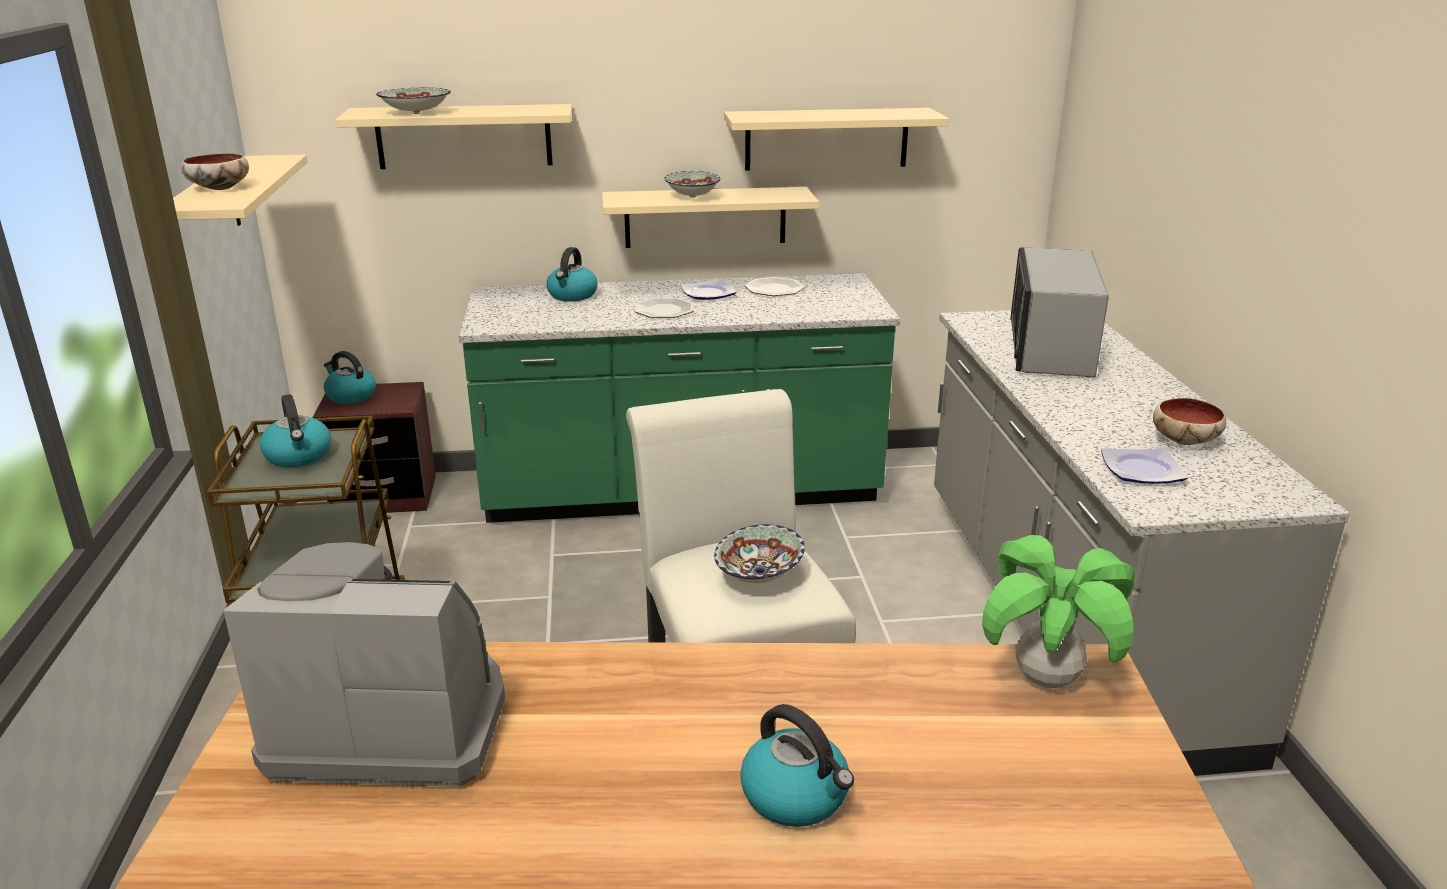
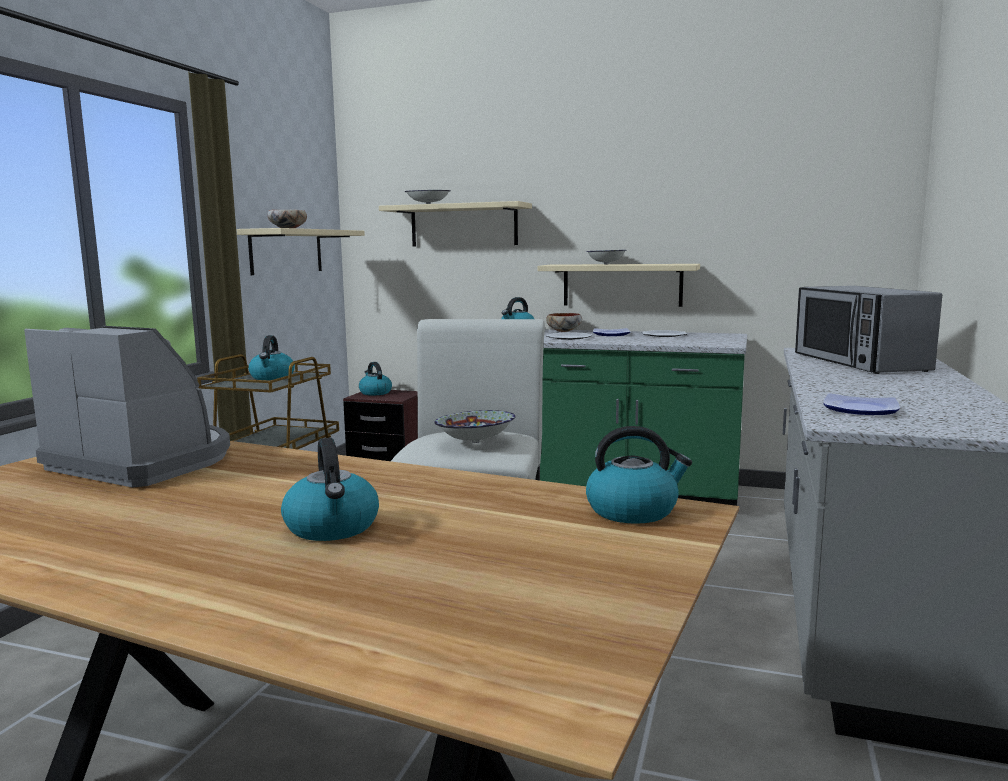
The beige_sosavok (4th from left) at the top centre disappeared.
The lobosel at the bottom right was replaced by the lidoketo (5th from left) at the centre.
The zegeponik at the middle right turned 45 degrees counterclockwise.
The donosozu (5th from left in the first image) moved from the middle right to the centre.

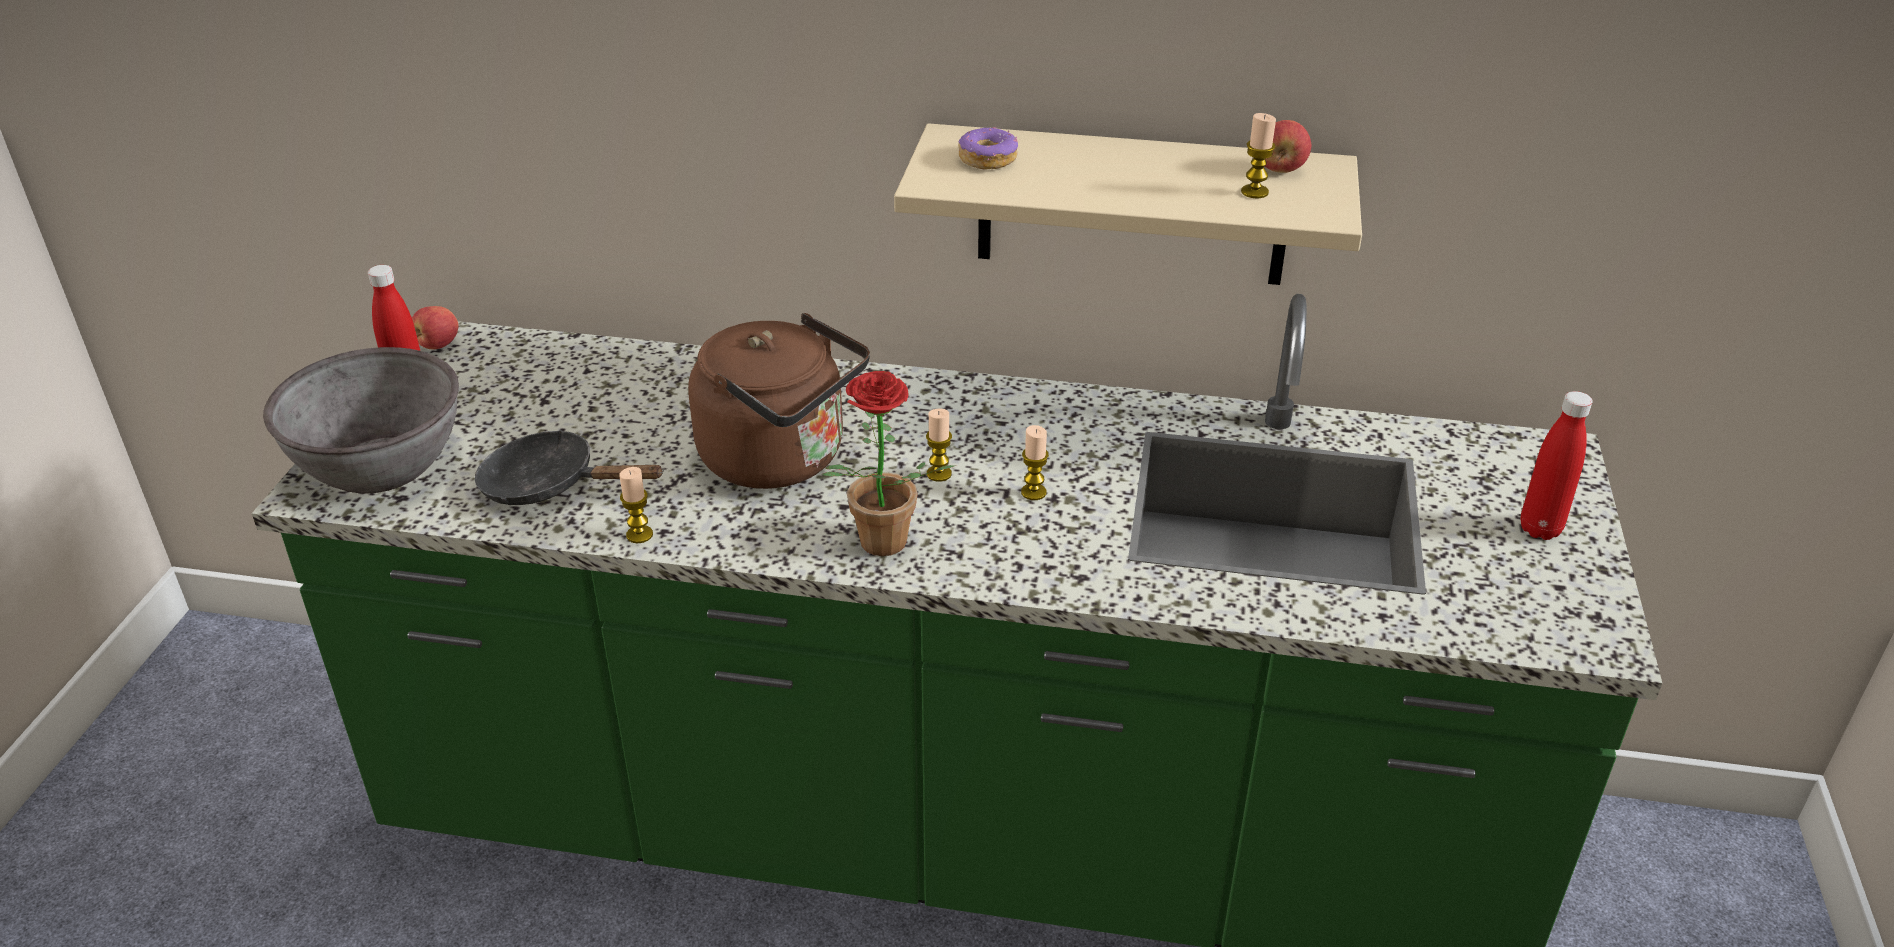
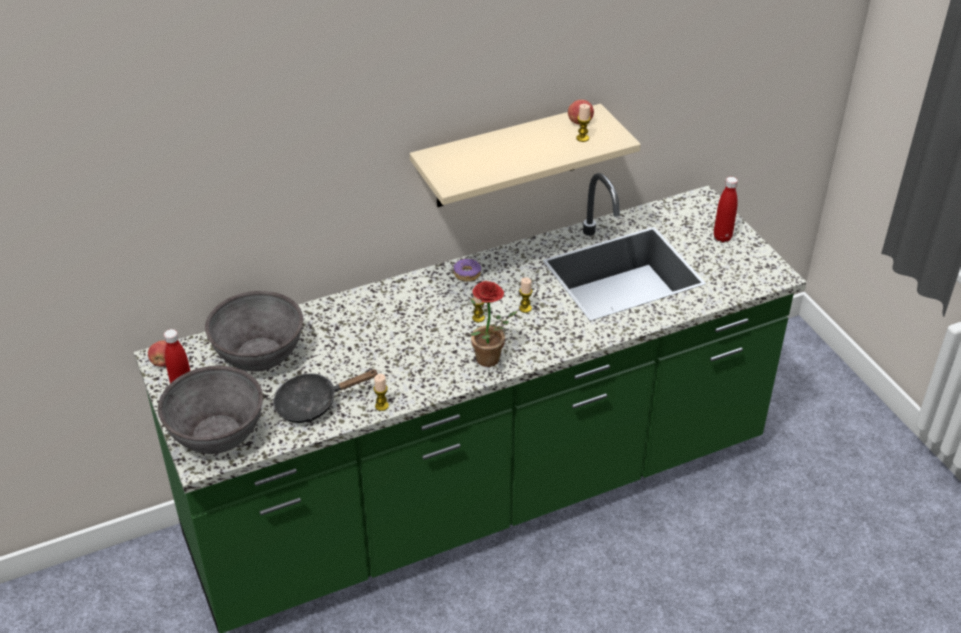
The brown_lidoketo at the centre disappeared.
The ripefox moved from the top centre to the centre.
The grey_donosozu (2nd from left) at the middle left appeared.

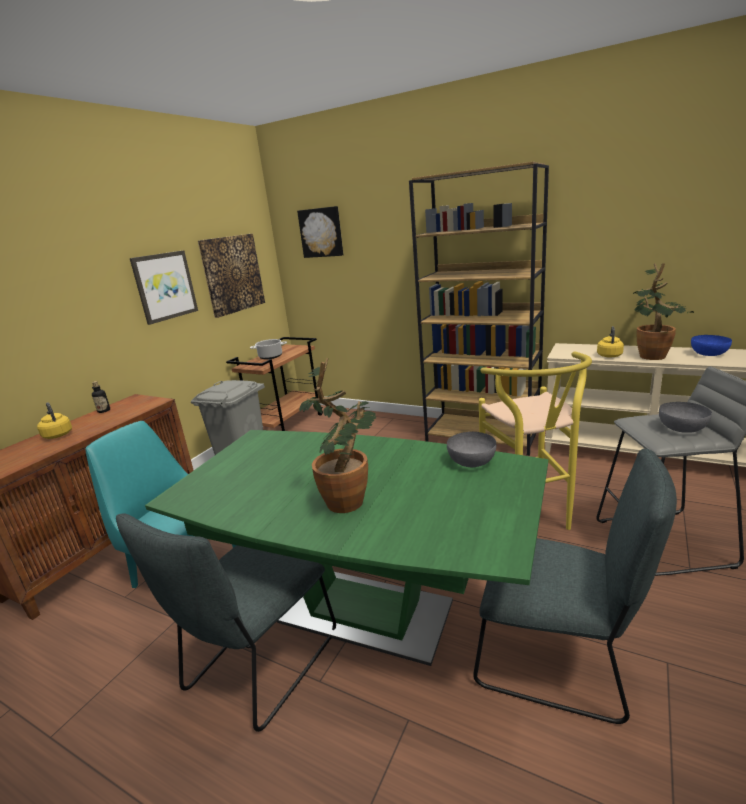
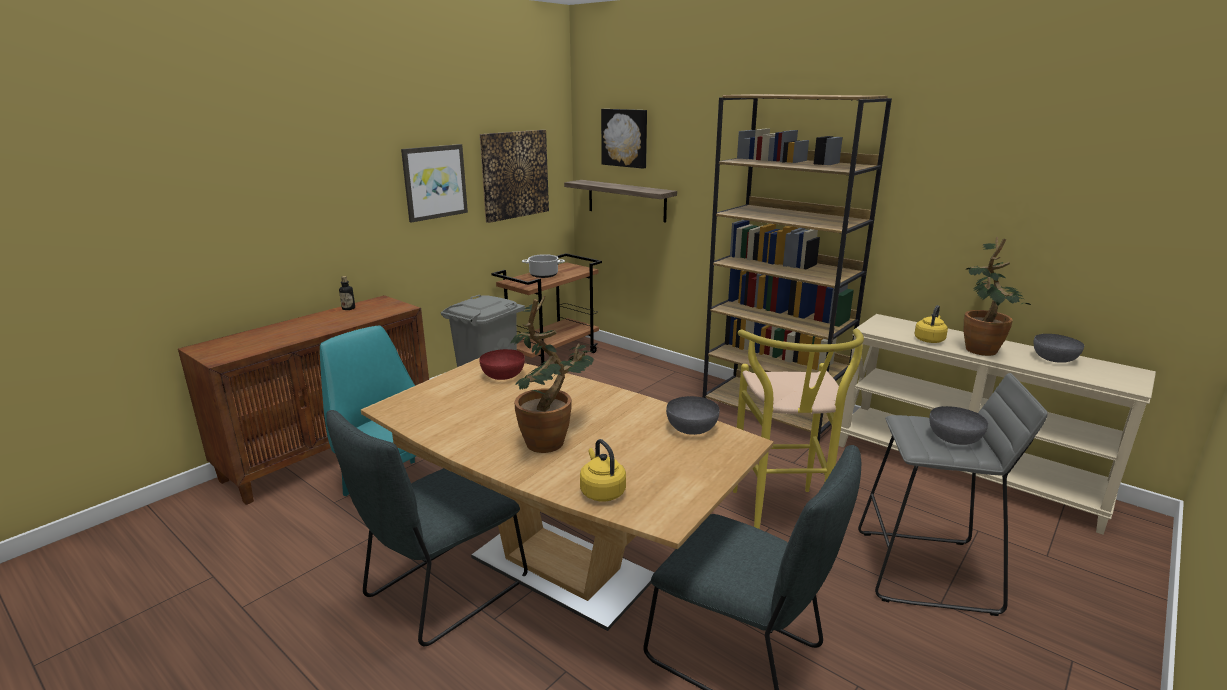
The yellow_lidoketo (1st from left) moved from the middle left to the bottom centre.
The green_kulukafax at the bottom centre became the brown_kulukafax at the bottom centre.
The blue_donosozu at the middle right became the grey_donosozu (3rd from left) at the middle right.
The red_donosozu at the centre appeared.
The sosavok at the top centre appeared.

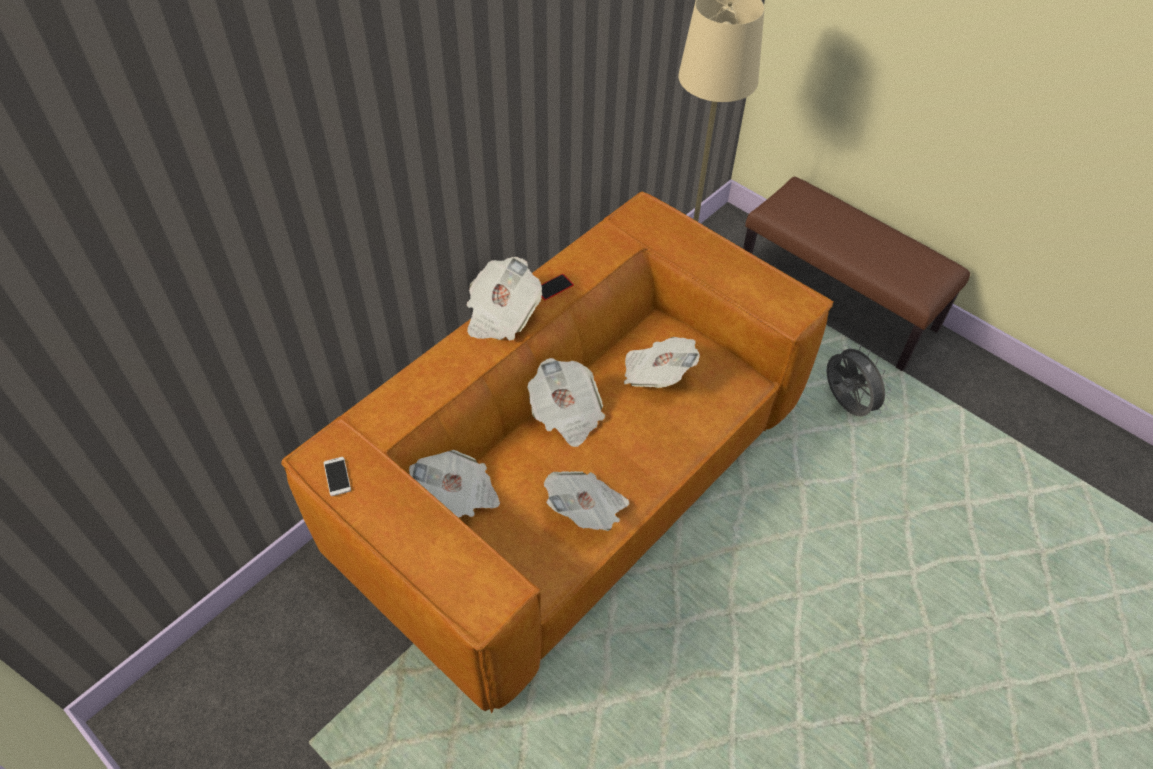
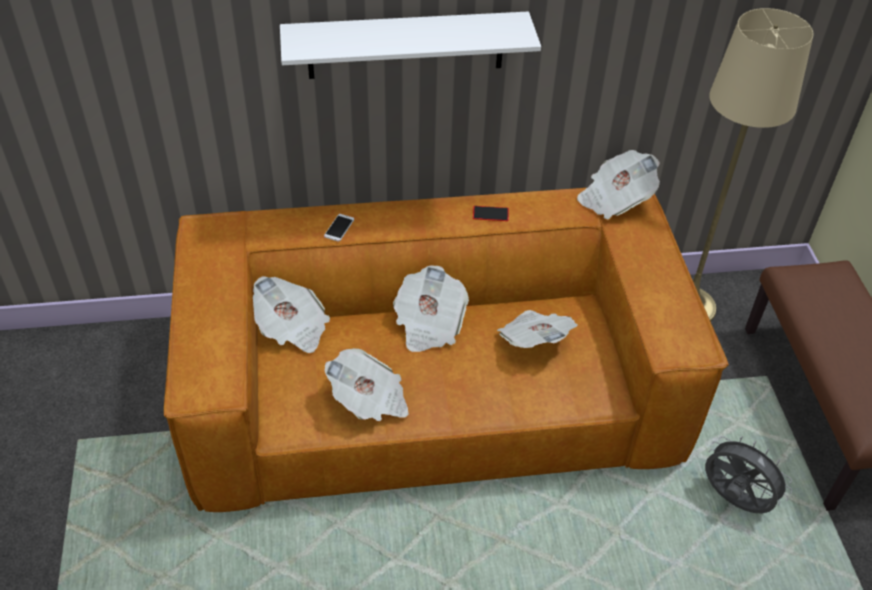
The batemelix (1st from left) moved from the middle left to the centre.
The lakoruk (2nd from left in the first image) moved from the centre to the top right.
The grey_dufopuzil at the middle right turned 60 degrees counterclockwise.
The white_sosavok at the top centre appeared.

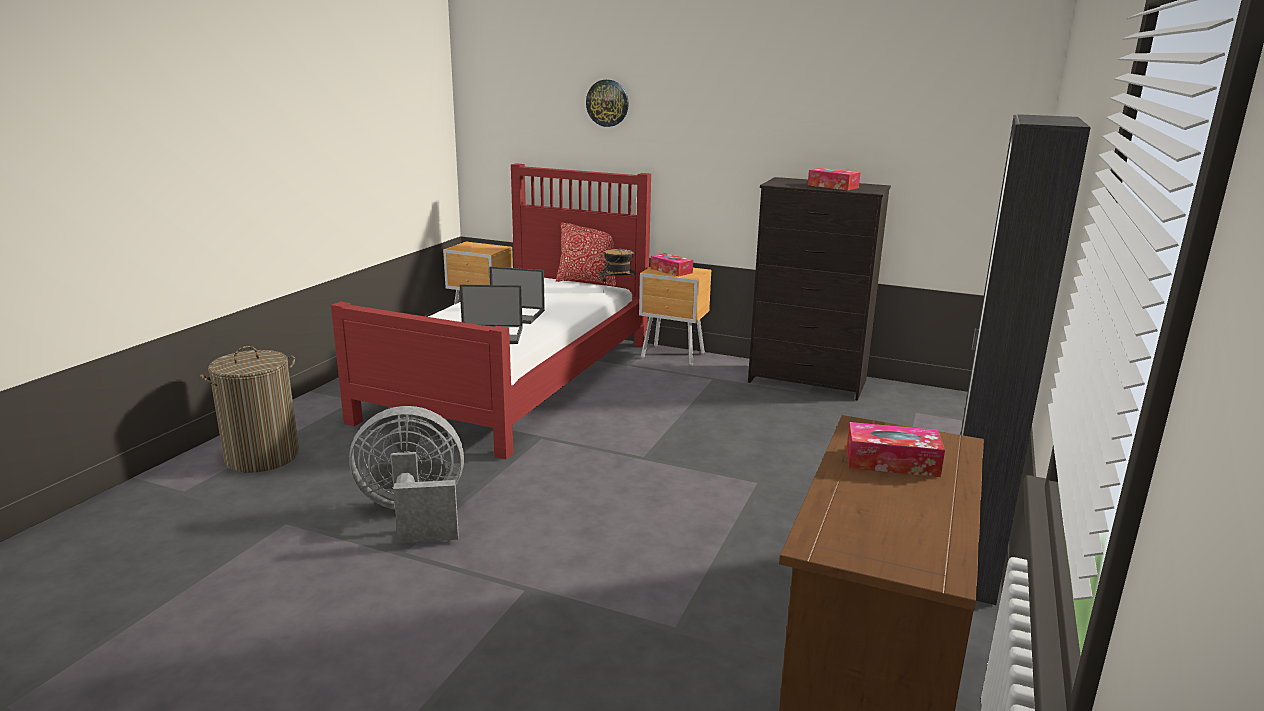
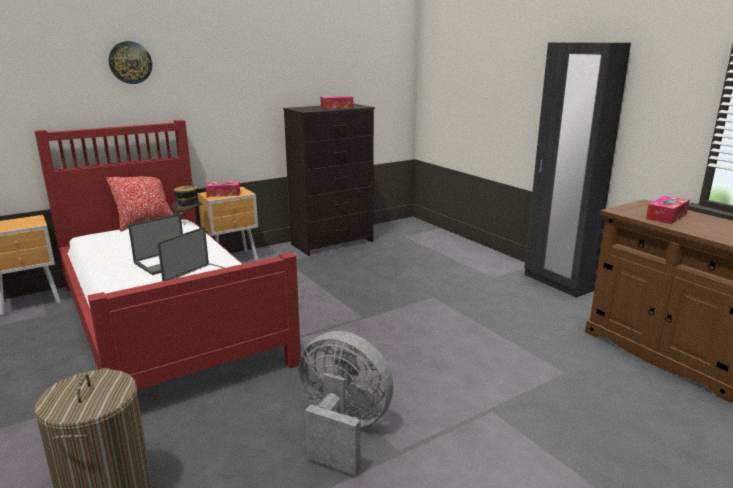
The grey_dufopuzil at the bottom left turned 90 degrees clockwise.

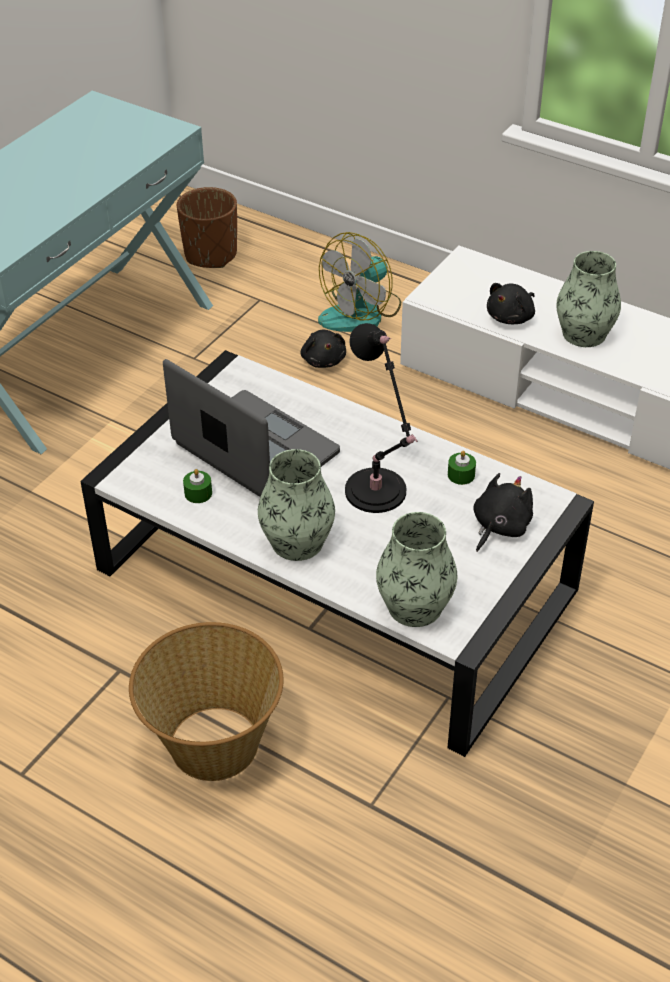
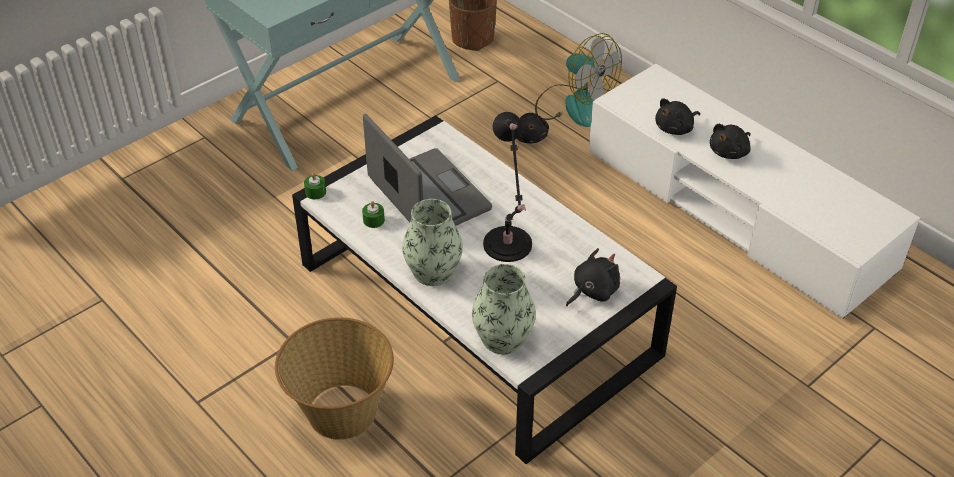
The dufopuzil at the top centre turned 105 degrees counterclockwise.
The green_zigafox (2nd from left in the first image) moved from the middle right to the middle left.
The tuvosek (3rd from left) at the top right was replaced by the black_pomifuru (4th from left) at the top right.

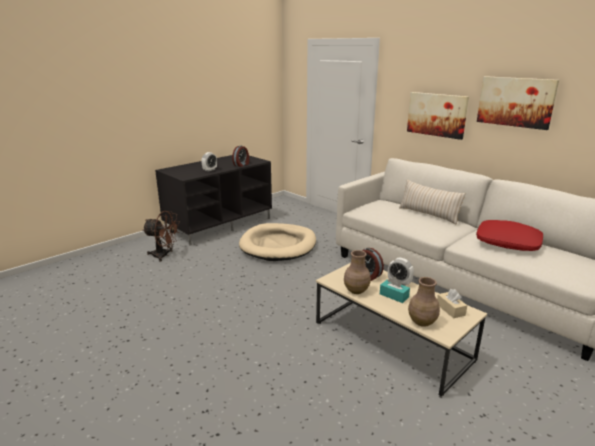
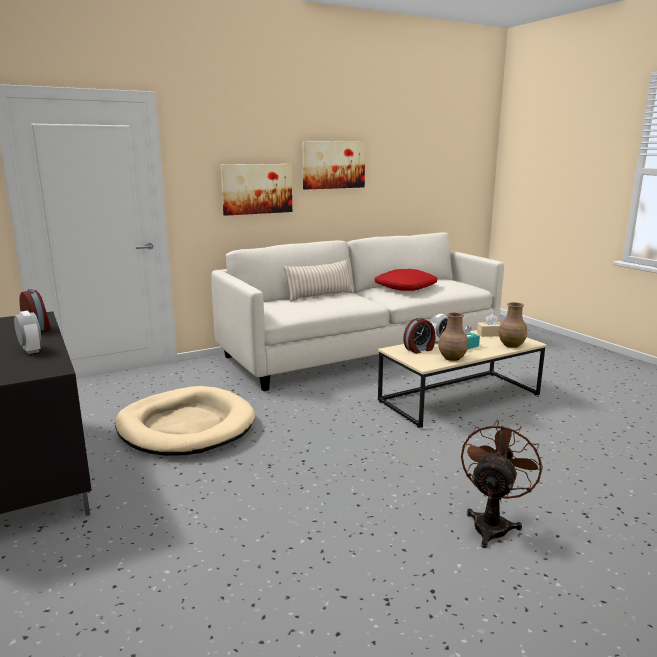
The brown_dufopuzil moved from the middle left to the bottom right.

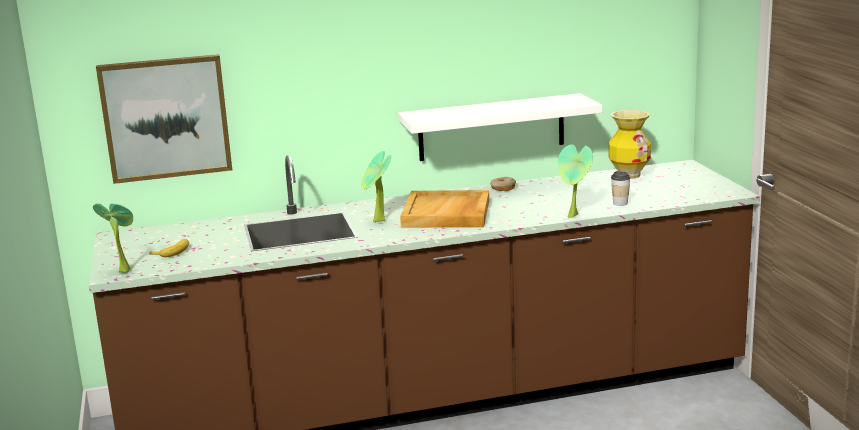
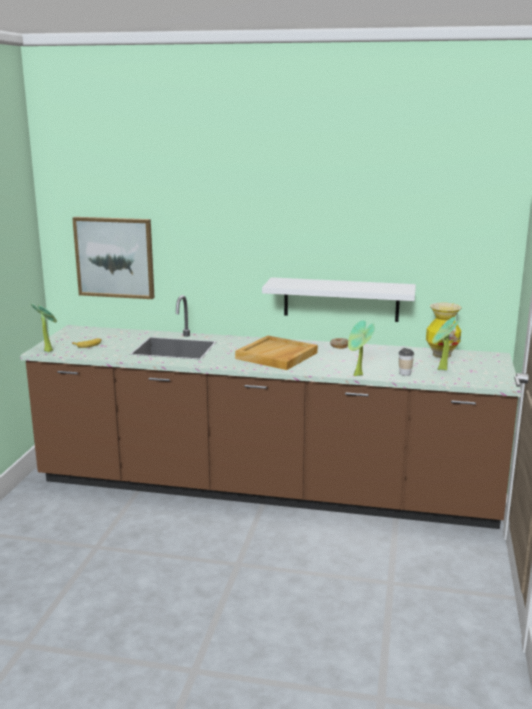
The lobosel (2nd from left in the first image) moved from the centre to the middle right.

